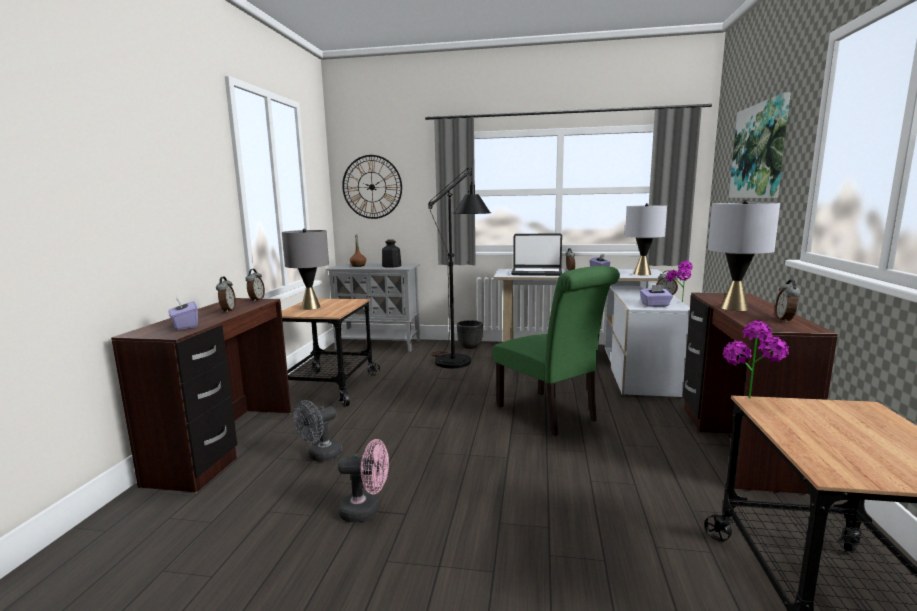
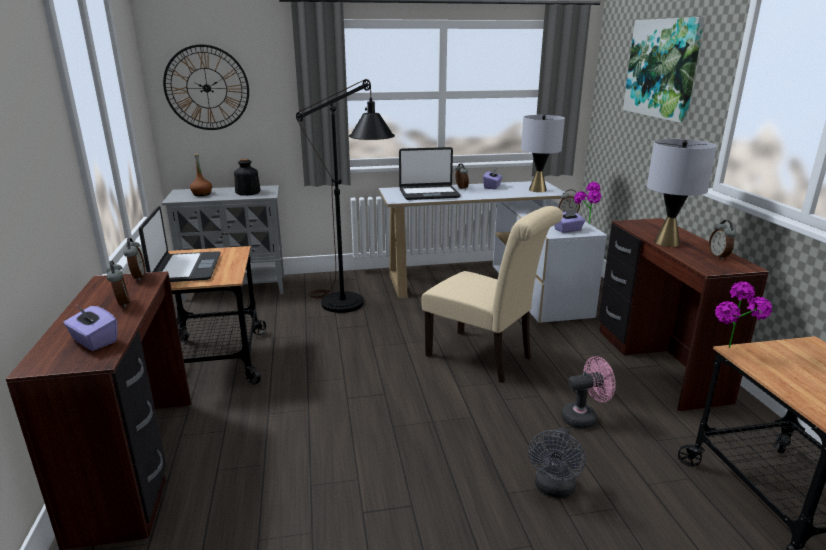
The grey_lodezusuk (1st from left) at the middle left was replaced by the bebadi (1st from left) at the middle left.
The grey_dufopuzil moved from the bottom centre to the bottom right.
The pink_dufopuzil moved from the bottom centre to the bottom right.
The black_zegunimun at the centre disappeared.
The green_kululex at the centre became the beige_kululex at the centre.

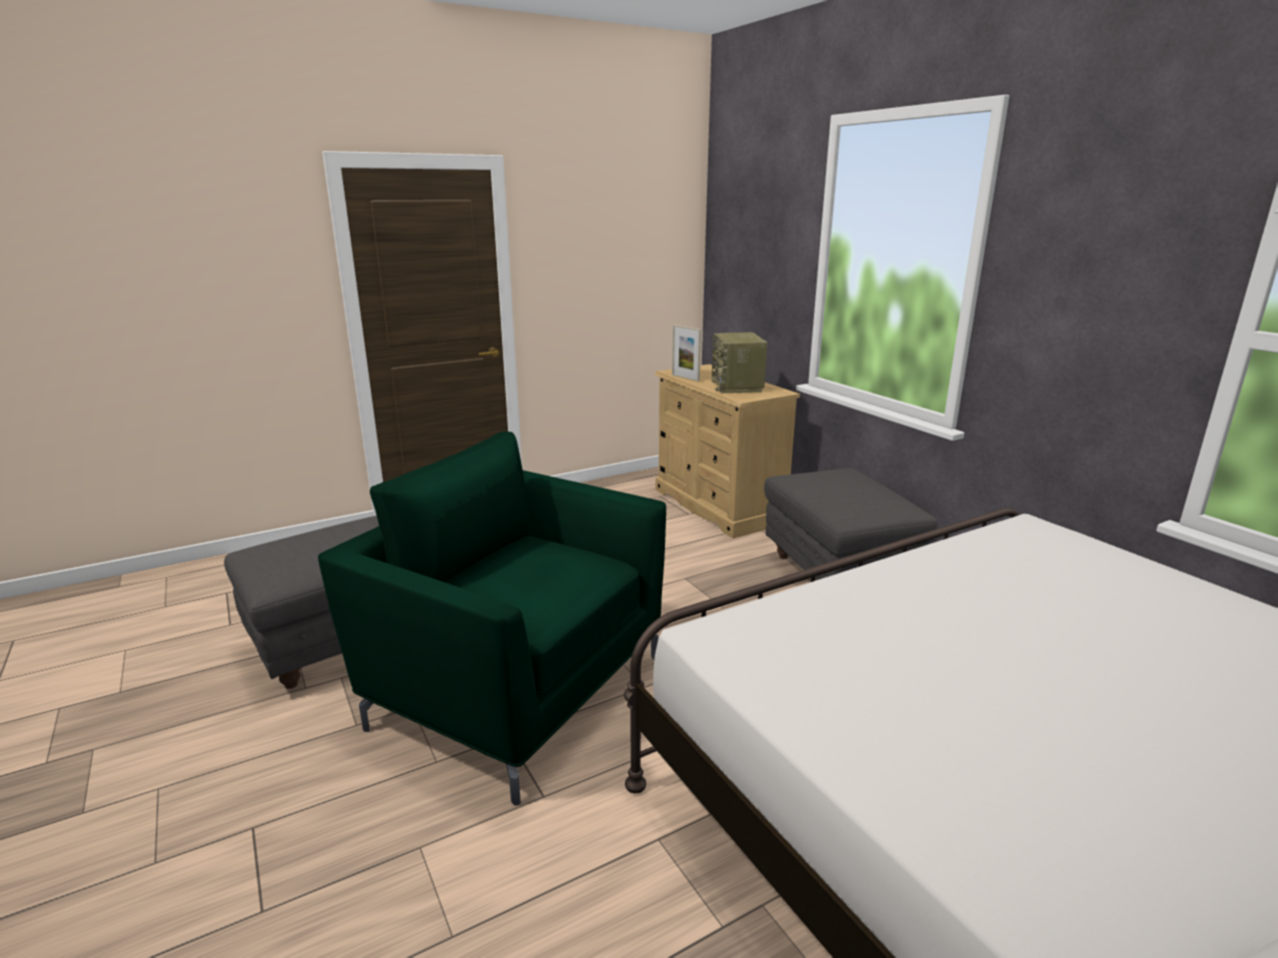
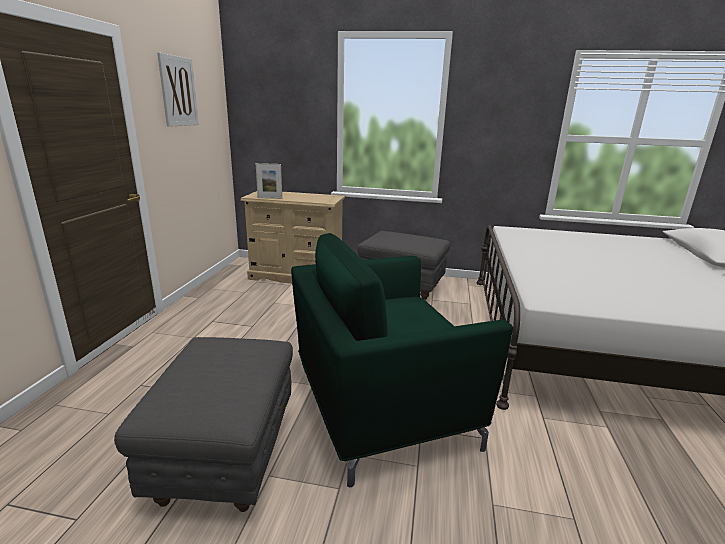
The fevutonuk at the centre disappeared.
The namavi at the top left appeared.

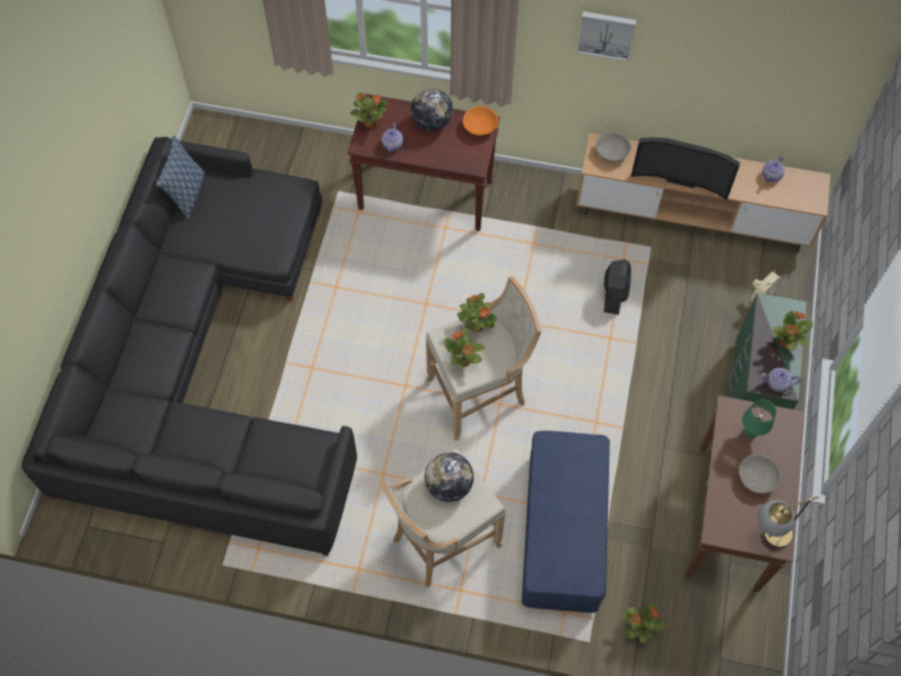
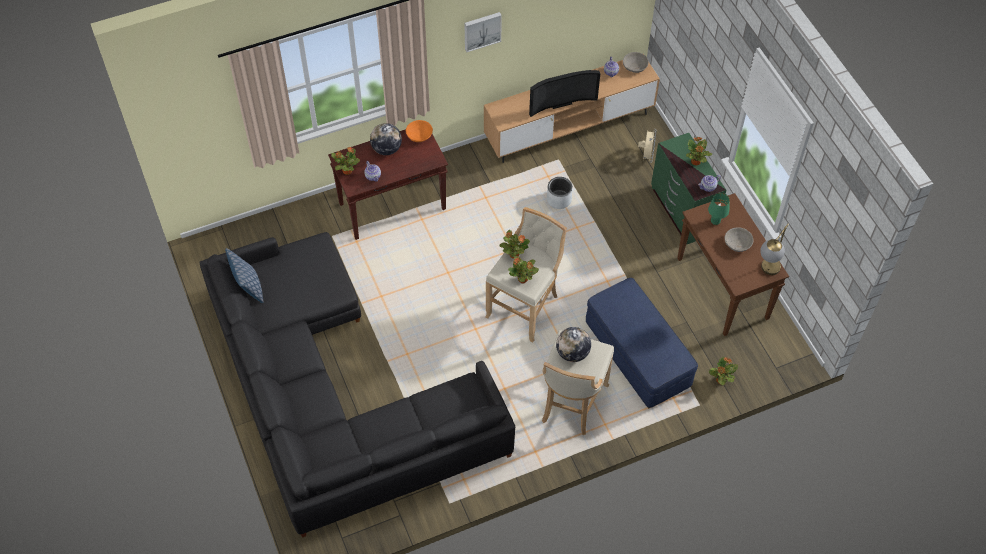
The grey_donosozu (1st from left) moved from the top right to the top centre.
The black_dufopuzil at the middle right was replaced by the grey_zegunimun at the centre.

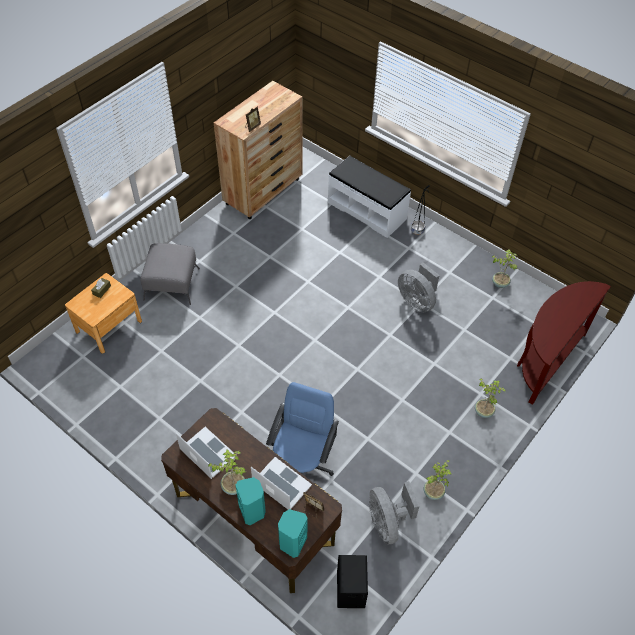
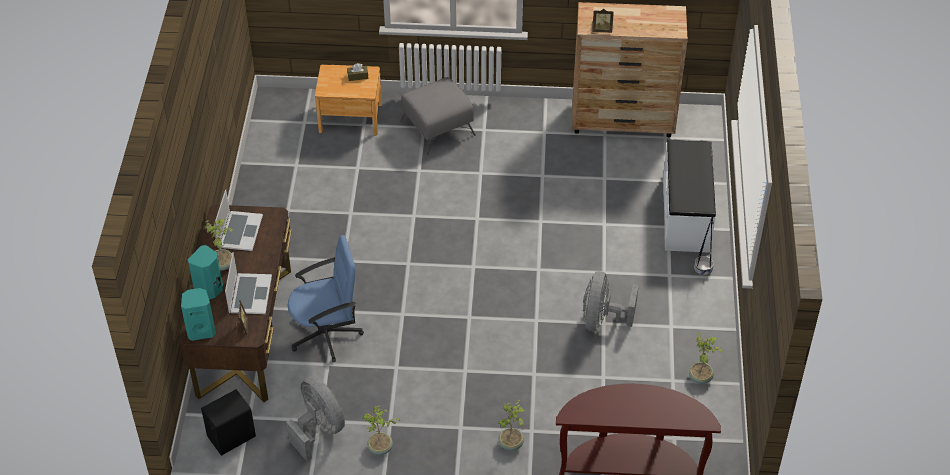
The grey_dufopuzil (1st from left) at the bottom centre turned 105 degrees clockwise.

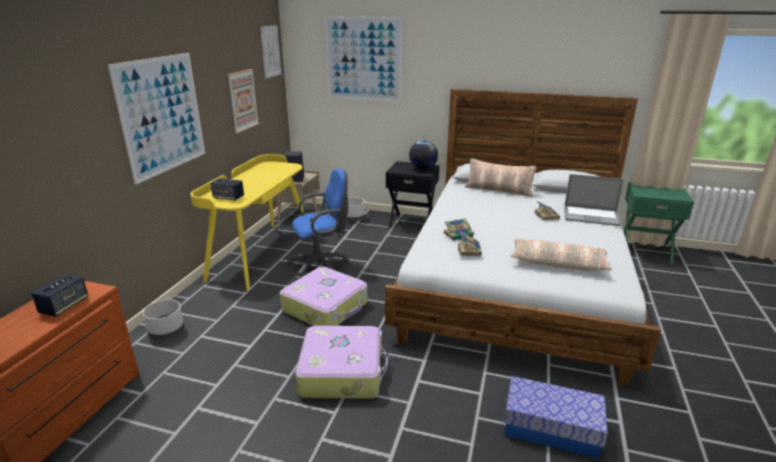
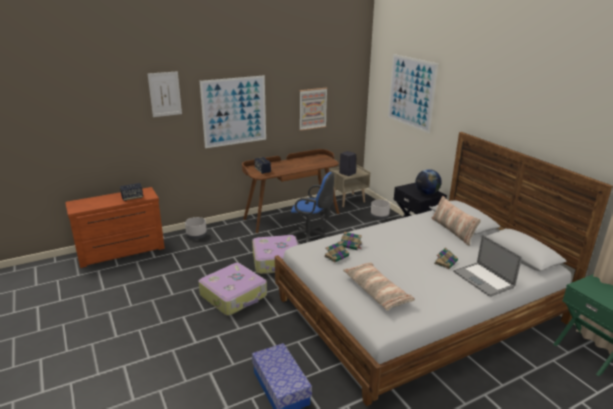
The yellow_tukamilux at the middle left became the brown_tukamilux at the centre.
The namavi (3rd from left in the first image) moved from the top centre to the top left.

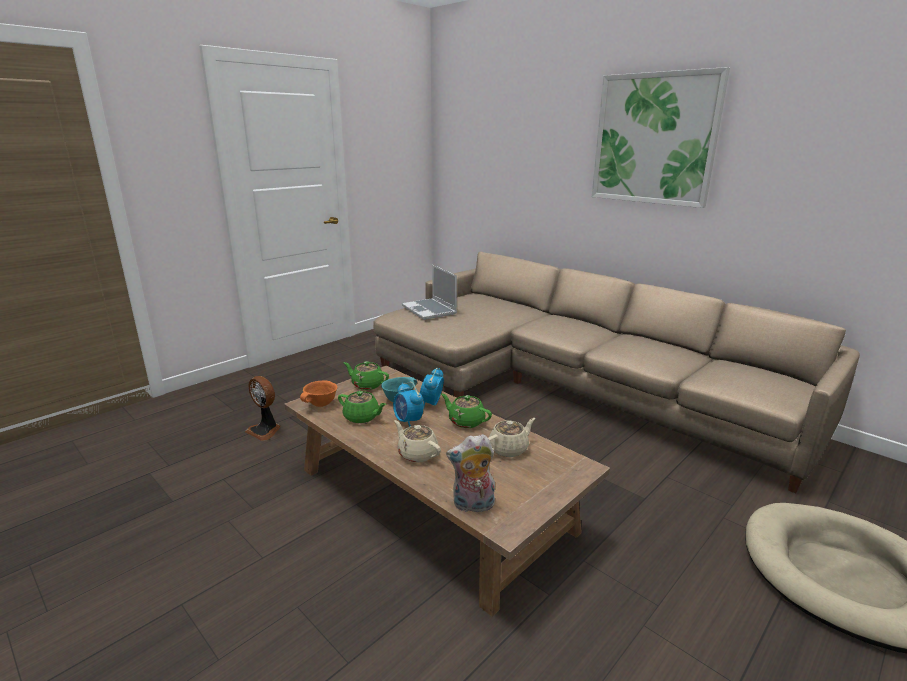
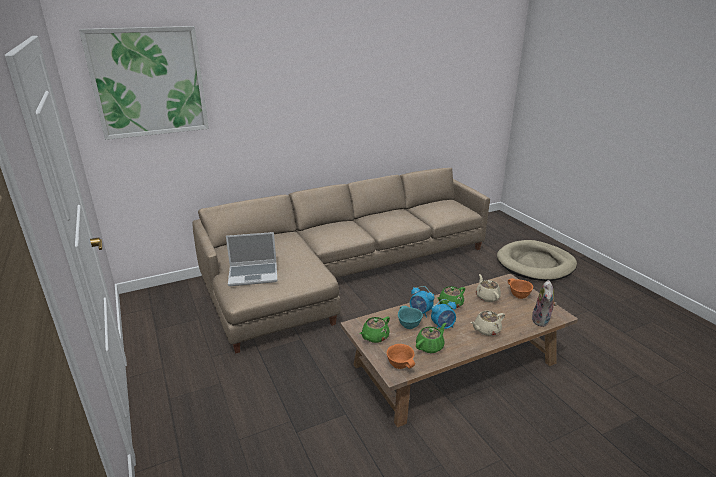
The dufopuzil at the middle left disappeared.
The namavi moved from the top right to the top left.
The orange_donosozu (2nd from left) at the middle right appeared.

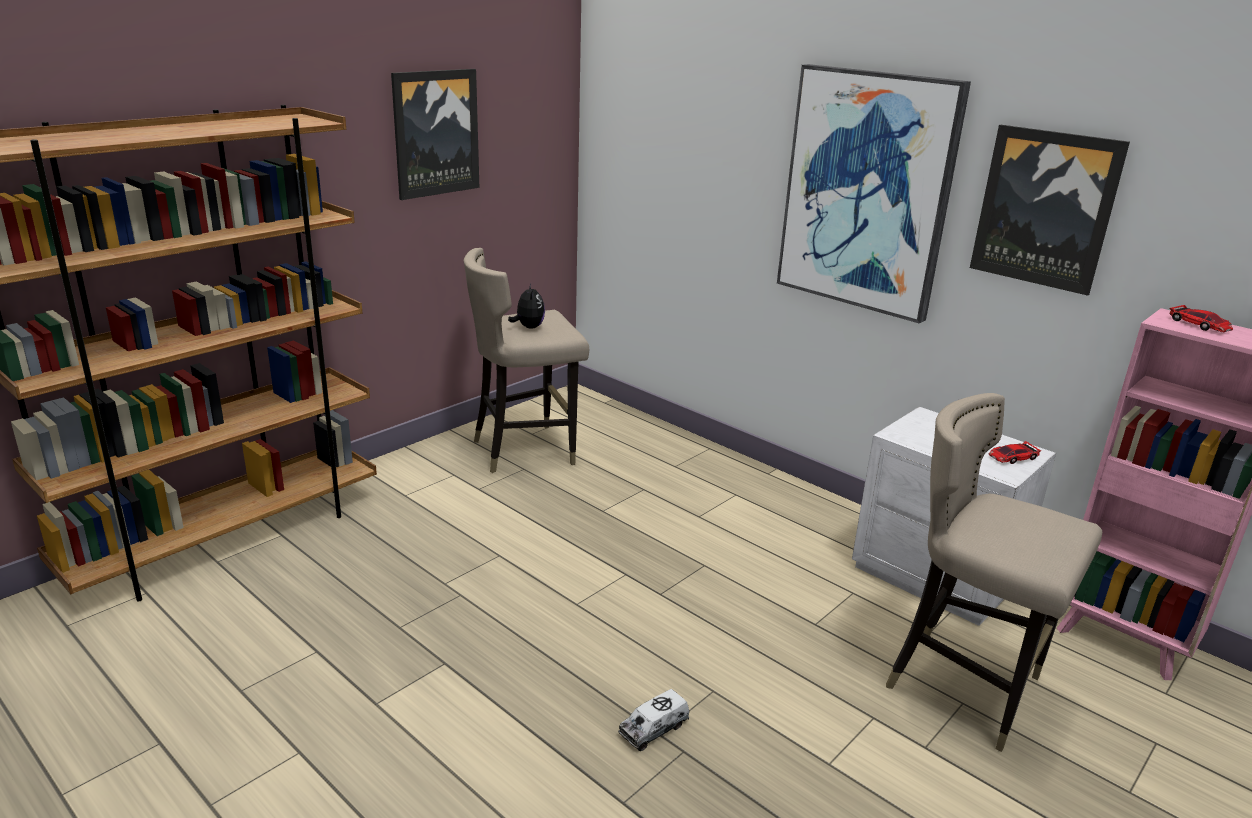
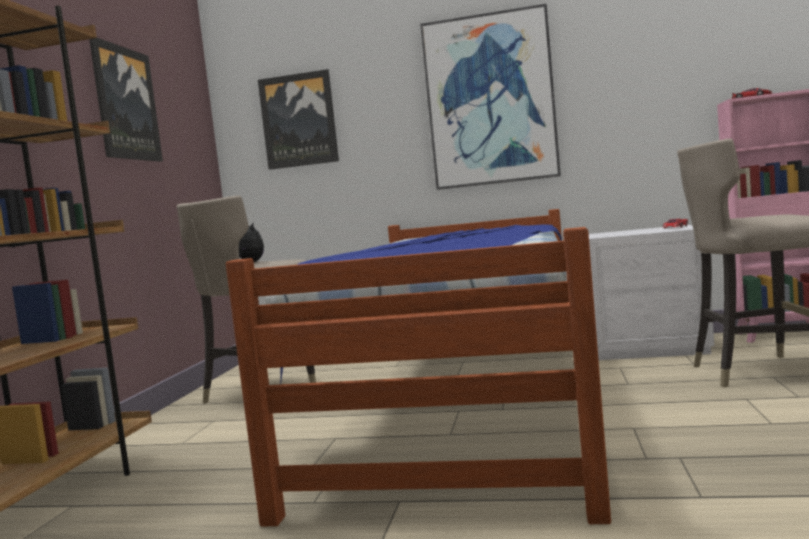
The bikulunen at the bottom centre disappeared.
The namavi (3rd from left in the first image) moved from the top right to the top centre.
The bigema at the bottom centre appeared.

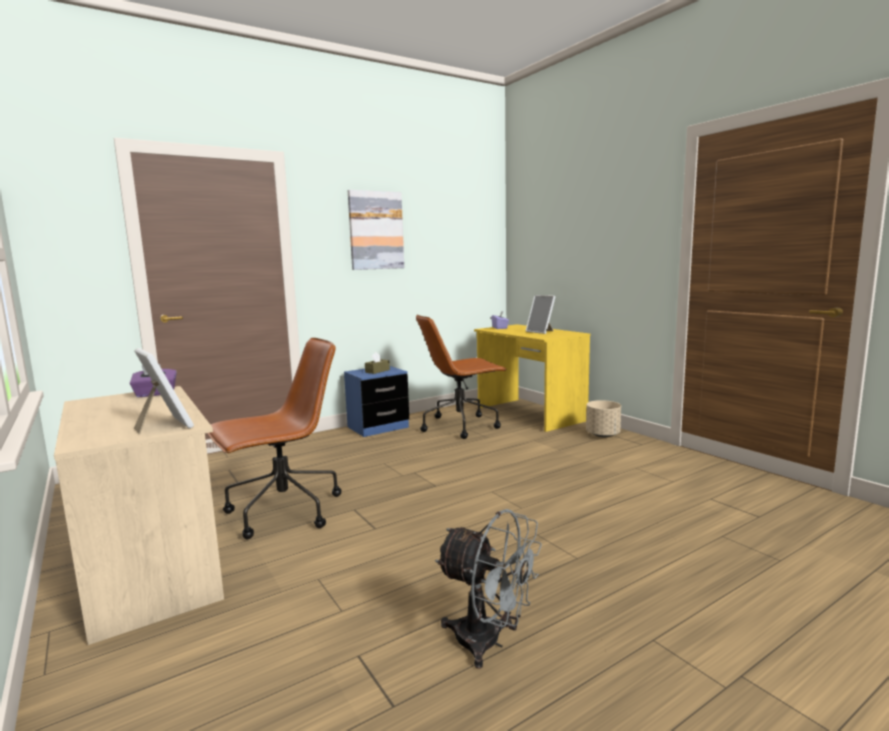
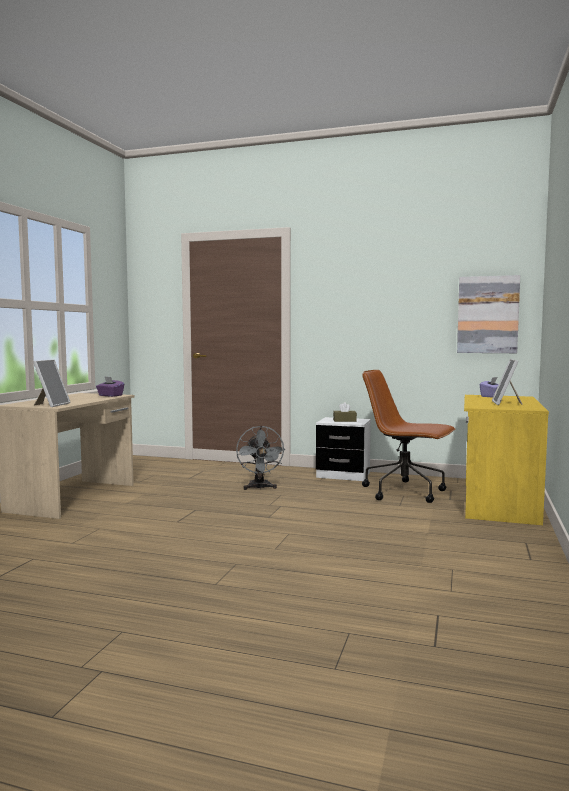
The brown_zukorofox (1st from left) at the middle left disappeared.
The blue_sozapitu at the centre became the white_sozapitu at the centre.
The namavi moved from the top centre to the middle right.
The grey_dufopuzil moved from the bottom centre to the centre.
The beige_zegunimun at the middle right disappeared.

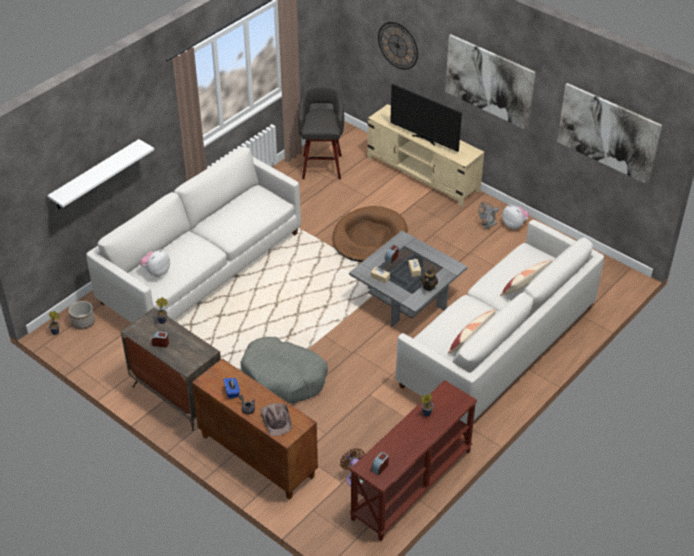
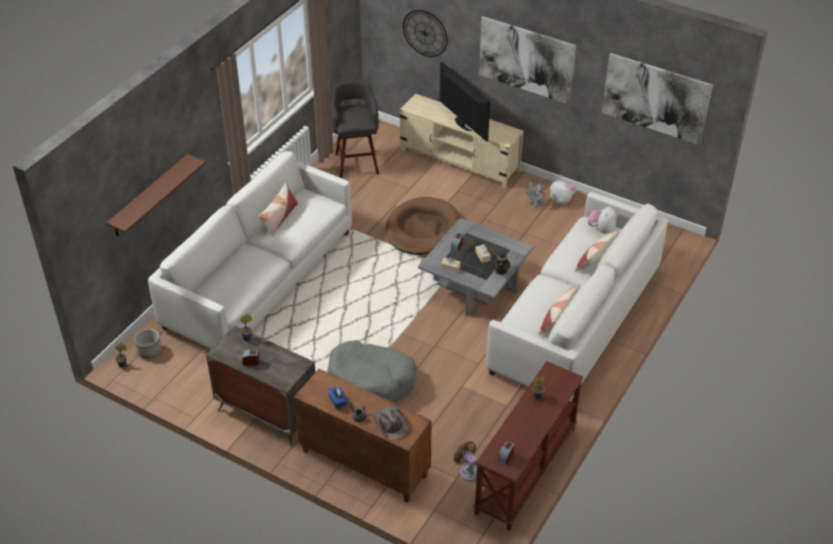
The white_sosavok at the top left became the brown_sosavok at the middle left.
The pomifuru (1st from left in the first image) moved from the middle left to the middle right.
The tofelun at the top centre turned 150 degrees counterclockwise.
The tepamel (1st from left) at the centre appeared.

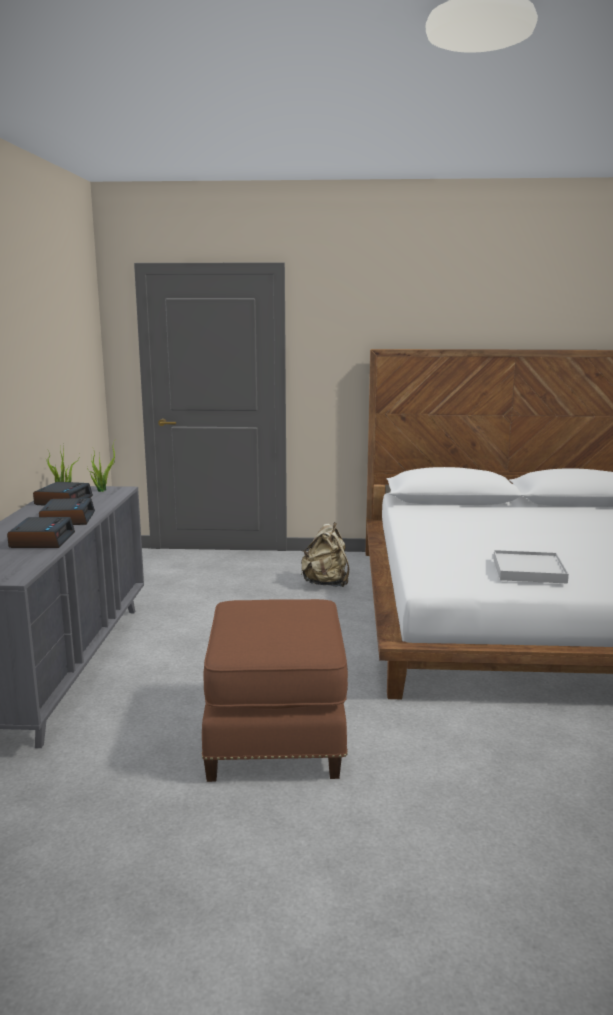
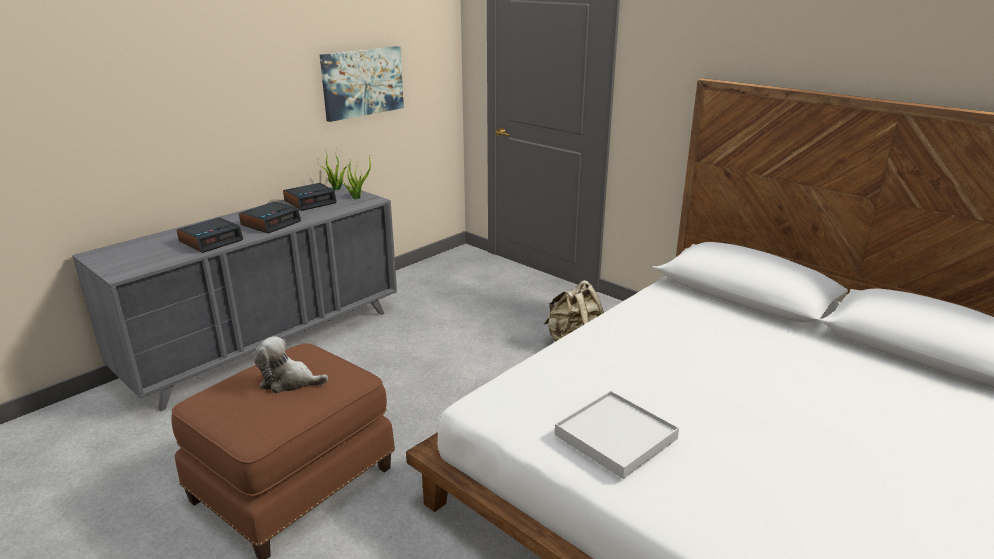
The pomifuru at the middle left appeared.
The namavi at the top centre appeared.

